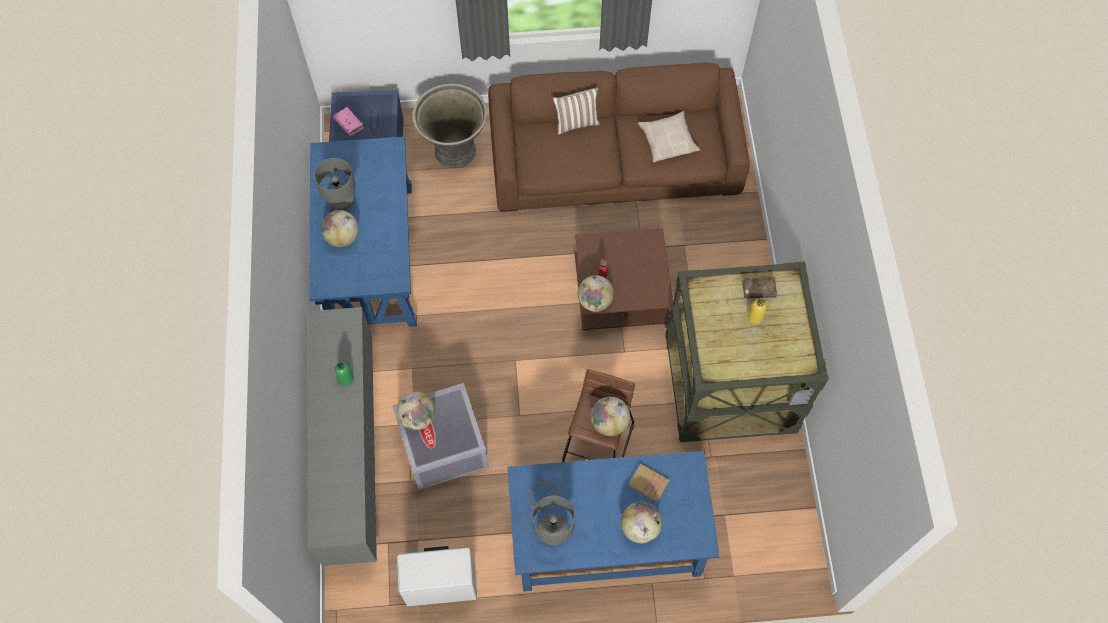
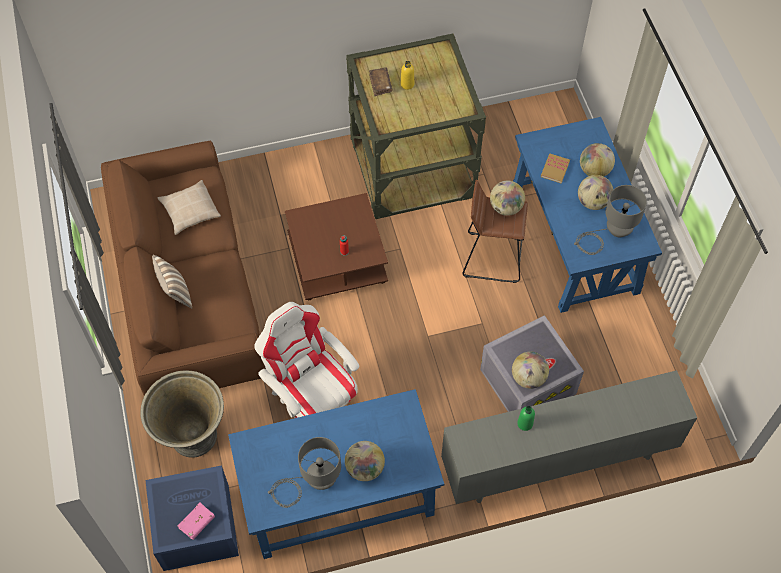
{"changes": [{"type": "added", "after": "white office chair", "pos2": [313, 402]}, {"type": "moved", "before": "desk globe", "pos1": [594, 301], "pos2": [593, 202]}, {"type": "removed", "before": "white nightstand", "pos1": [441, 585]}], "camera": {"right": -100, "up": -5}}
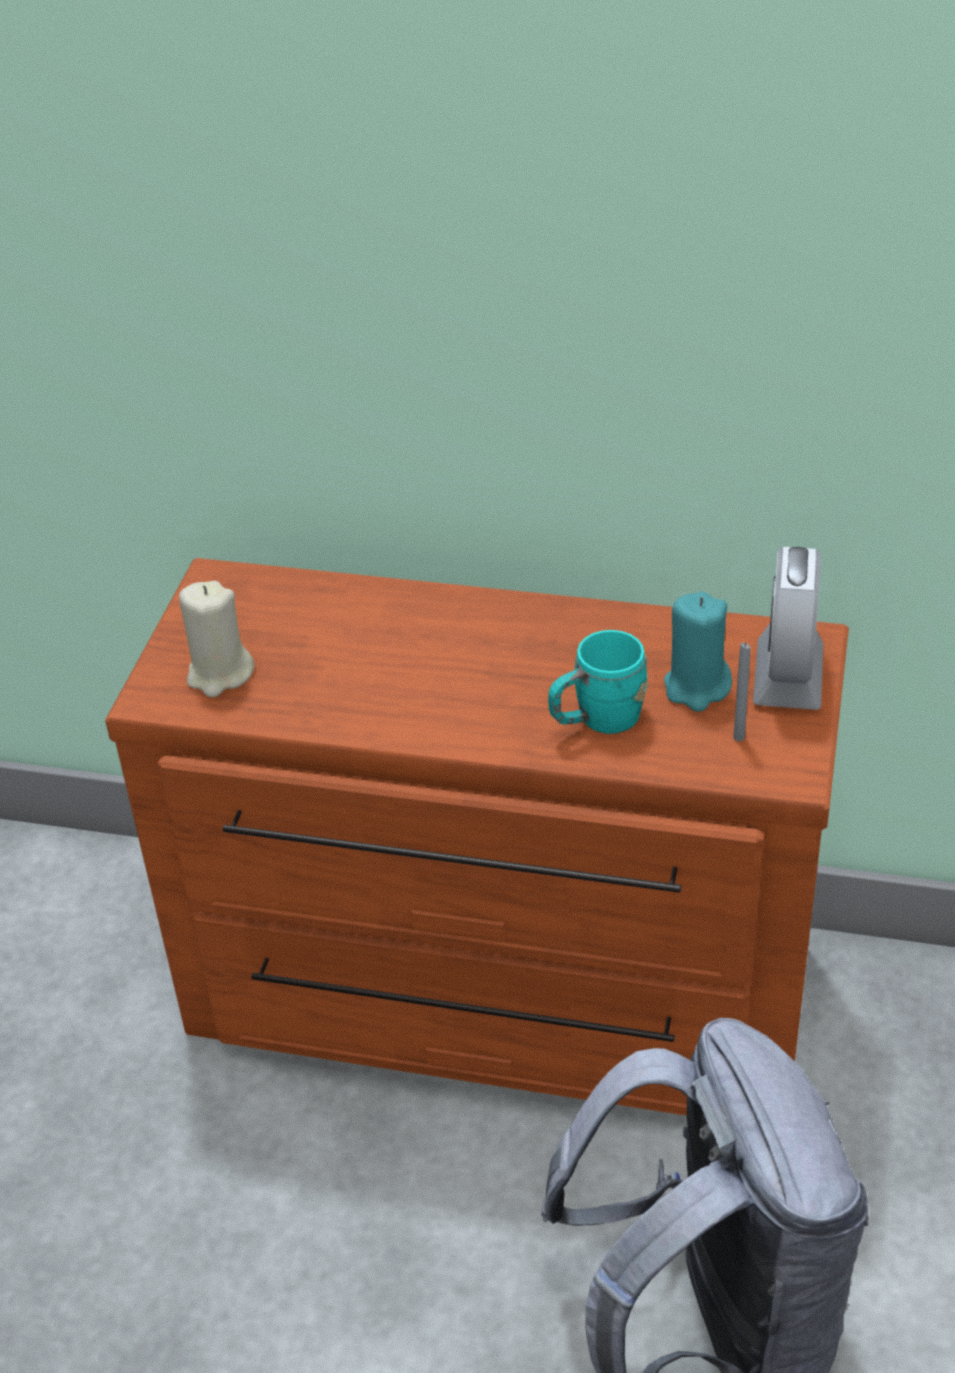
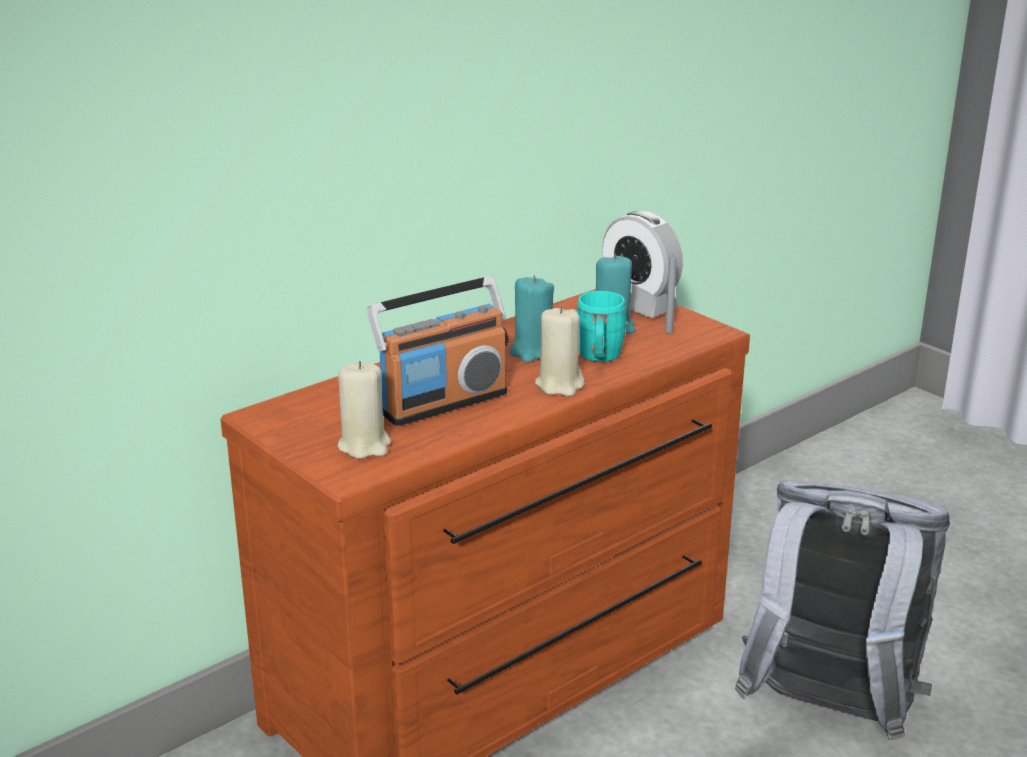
{"changes": [{"type": "added", "after": "radio receiver", "pos2": [443, 403]}, {"type": "added", "after": "turquoise-coloured wax light", "pos2": [533, 351]}, {"type": "added", "after": "beige-coloured wax light", "pos2": [560, 385]}], "camera": {"right": -55, "up": -15}}
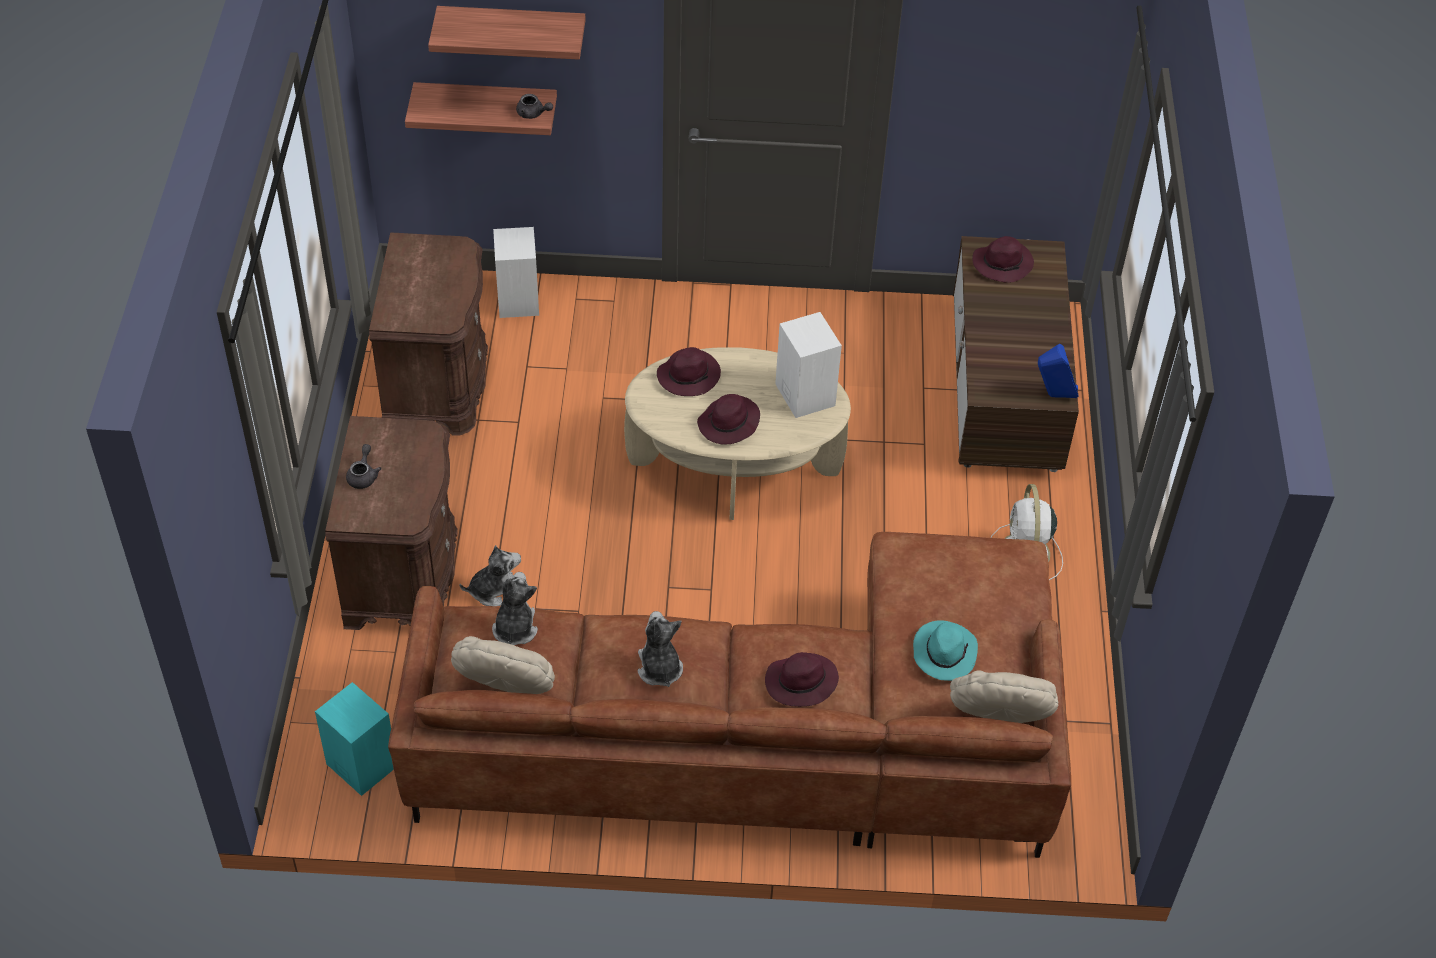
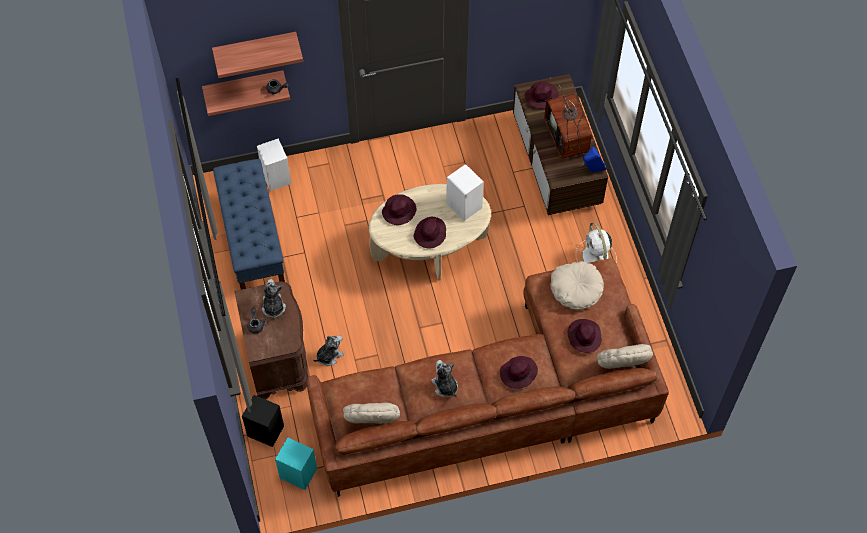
{"changes": [{"type": "replaced", "before": "brown-coloured nightstand", "after": "bluish long seat", "pos1": [440, 384], "pos2": [253, 241]}, {"type": "added", "after": "blackish loudspeaker", "pos2": [266, 431]}, {"type": "moved", "before": "plush toy", "pos1": [514, 628], "pos2": [273, 307]}, {"type": "added", "after": "TV", "pos2": [568, 139]}, {"type": "added", "after": "beige-coloured throw pillow", "pos2": [576, 290]}, {"type": "recoloured", "before": "turquoise-coloured clothing hat", "after": "purple-coloured clothing hat", "pos1": [944, 652], "pos2": [584, 336]}], "camera": {"right": -15, "up": 10}}
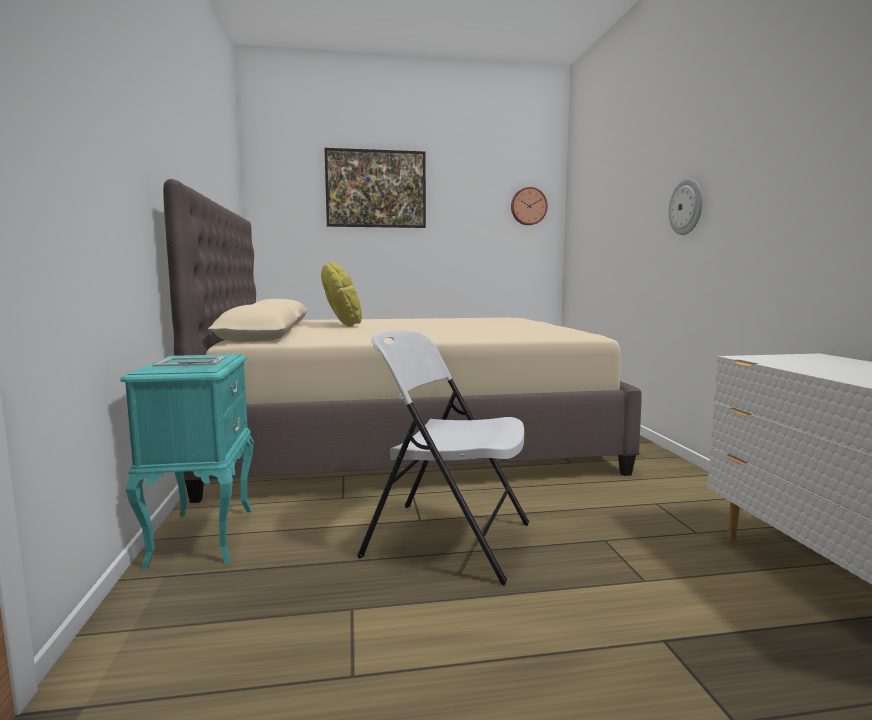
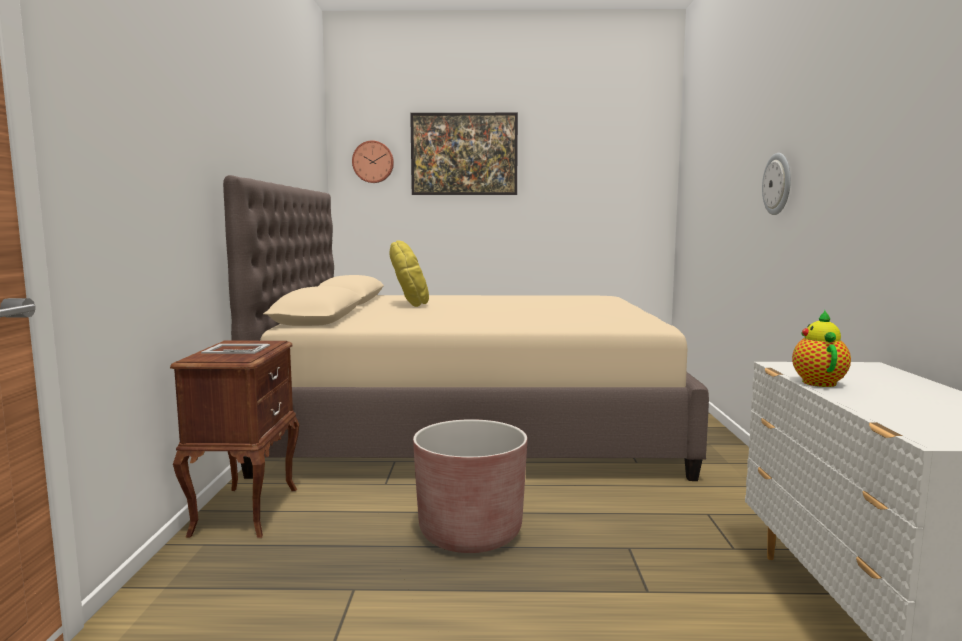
{"changes": [{"type": "recoloured", "before": "turquoise-coloured nightstand", "after": "brown-coloured nightstand", "pos1": [202, 536], "pos2": [245, 511]}, {"type": "moved", "before": "wall clock", "pos1": [528, 206], "pos2": [373, 162]}, {"type": "replaced", "before": "white chair", "after": "brown-coloured flower pot", "pos1": [448, 539], "pos2": [470, 533]}, {"type": "added", "after": "pot for tea", "pos2": [817, 382]}], "camera": {"right": 10, "up": 0}}
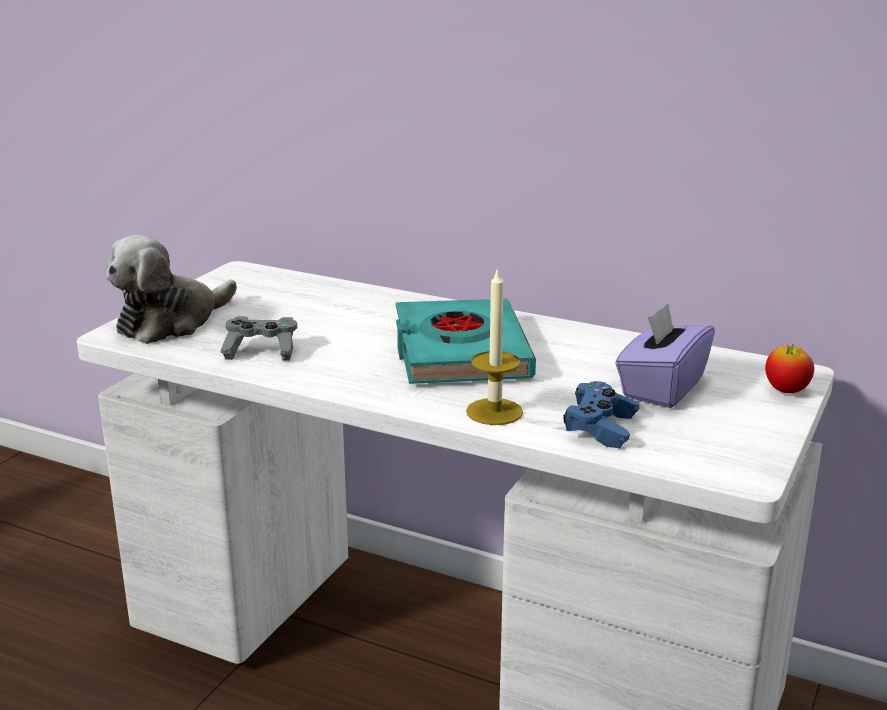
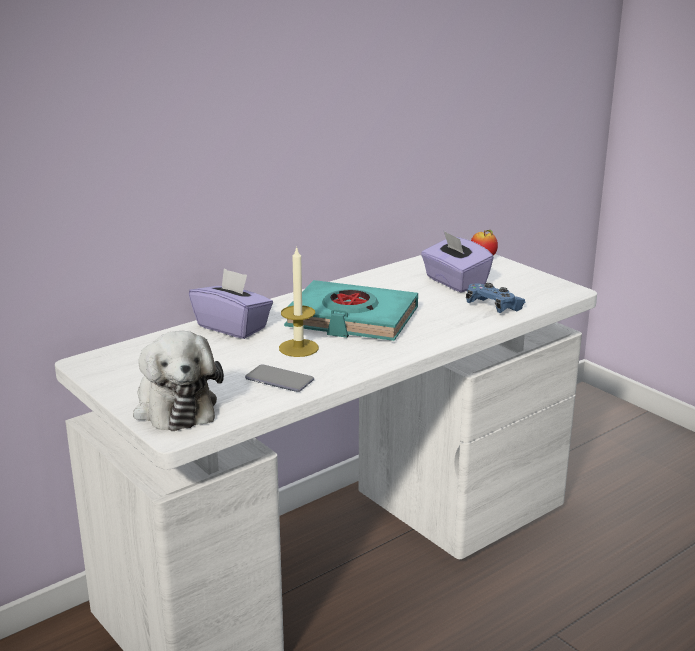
{"changes": [{"type": "added", "after": "purple-coloured tissue box", "pos2": [233, 327]}, {"type": "replaced", "before": "gray game controller", "after": "handset", "pos1": [261, 351], "pos2": [279, 380]}, {"type": "moved", "before": "wax light", "pos1": [494, 412], "pos2": [298, 348]}], "camera": {"right": -65, "up": 0}}
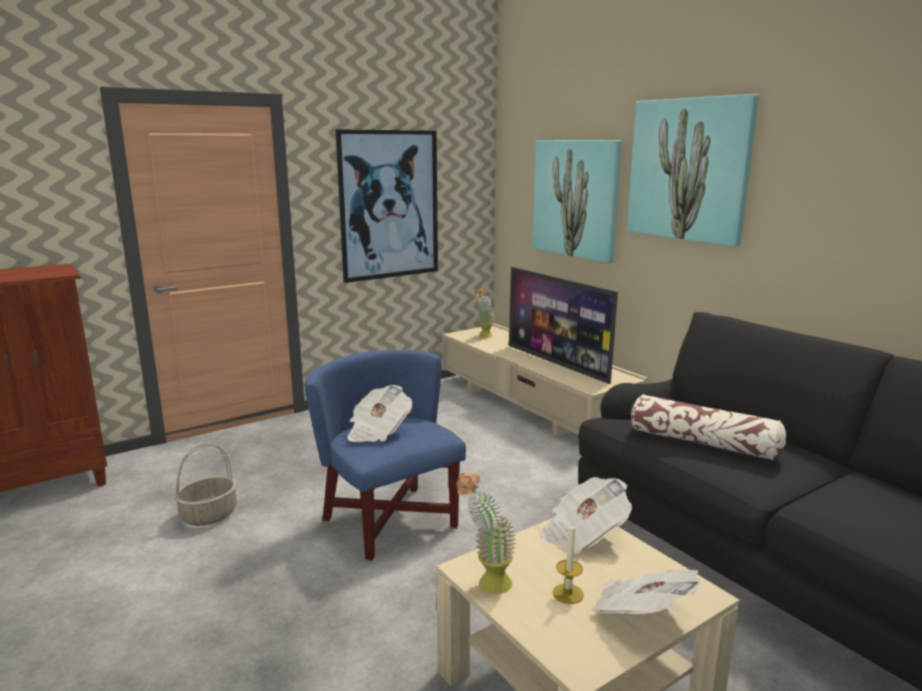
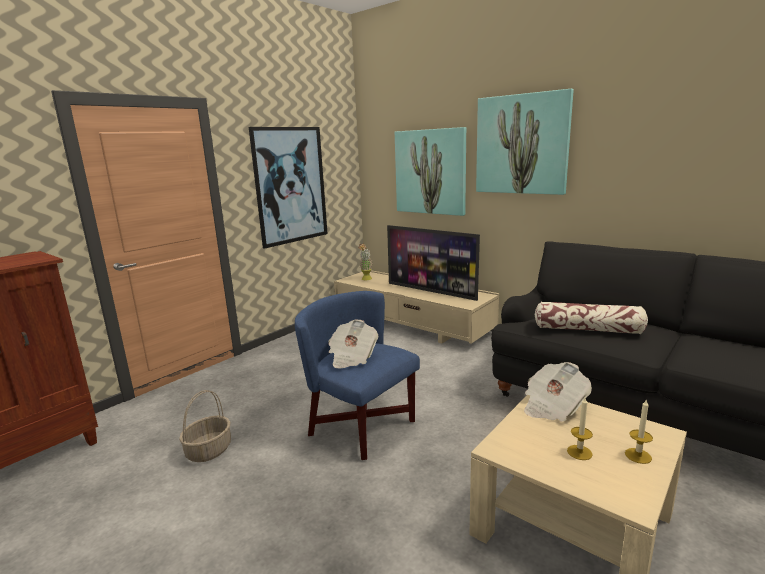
{"changes": [{"type": "replaced", "before": "daily paper", "after": "wax light", "pos1": [641, 613], "pos2": [638, 455]}, {"type": "removed", "before": "plant in a pot", "pos1": [486, 583]}], "camera": {"right": -15, "up": 0}}
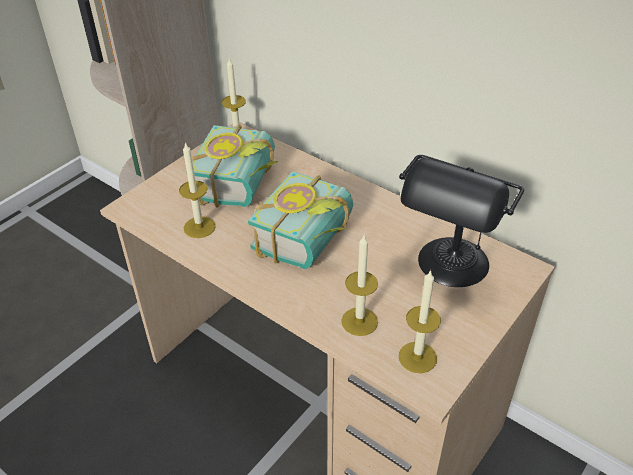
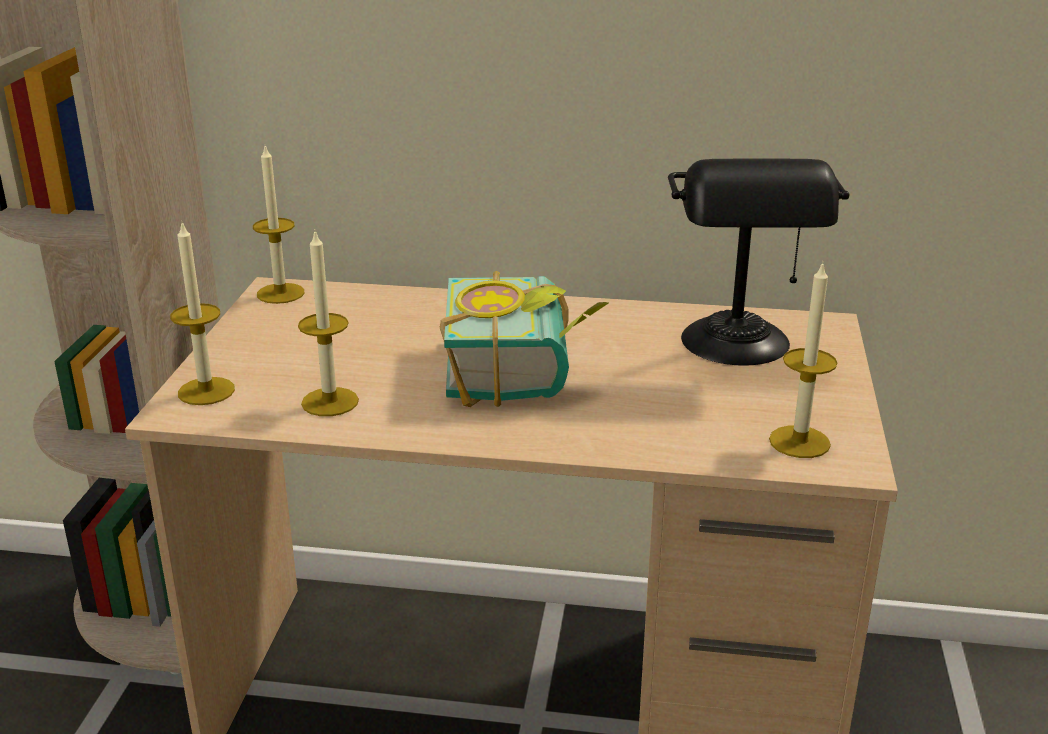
{"changes": [{"type": "moved", "before": "wax light", "pos1": [359, 321], "pos2": [206, 391]}, {"type": "removed", "before": "bound book", "pos1": [244, 184]}], "camera": {"right": -30, "up": -15}}
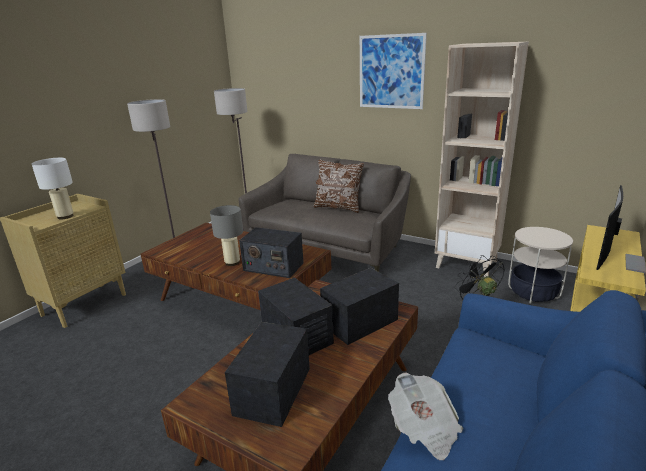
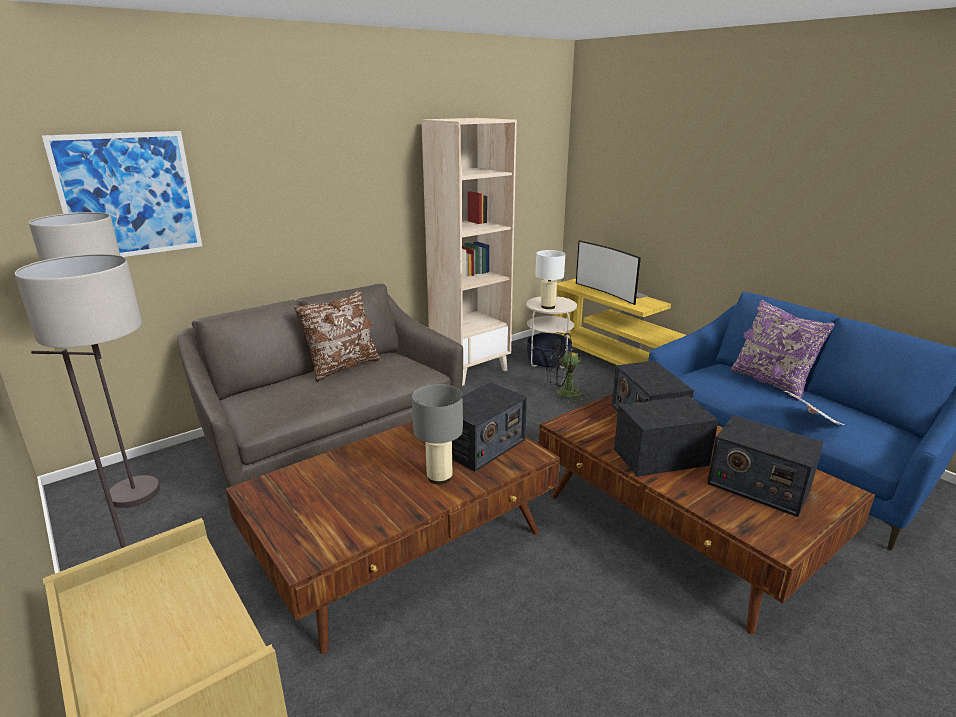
{"changes": [{"type": "moved", "before": "picture", "pos1": [391, 72], "pos2": [129, 195]}, {"type": "moved", "before": "white table lamp", "pos1": [65, 217], "pos2": [548, 307]}, {"type": "added", "after": "purple-coloured throw pillow", "pos2": [770, 383]}], "camera": {"right": -70, "up": 0}}
